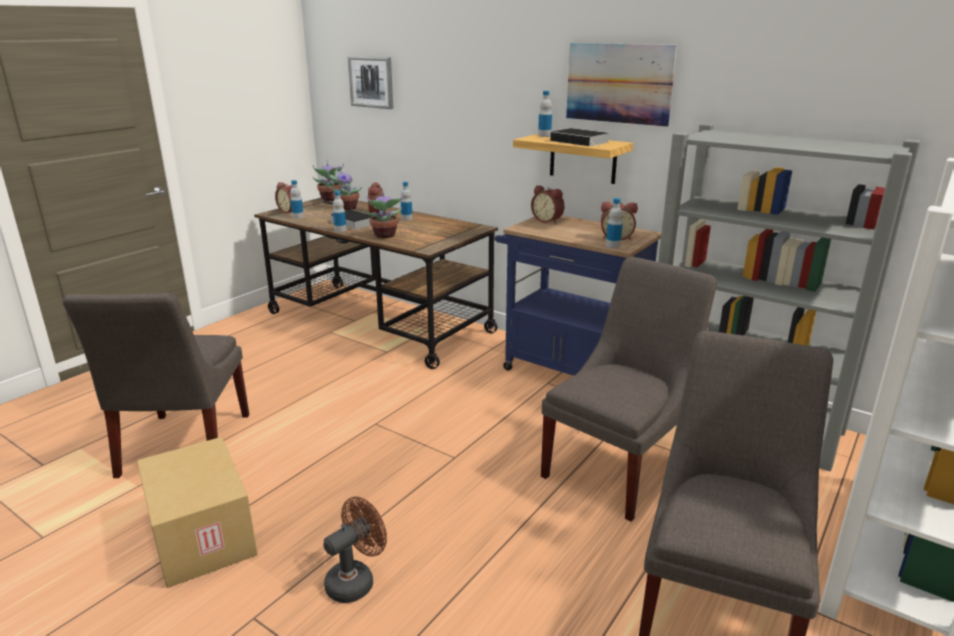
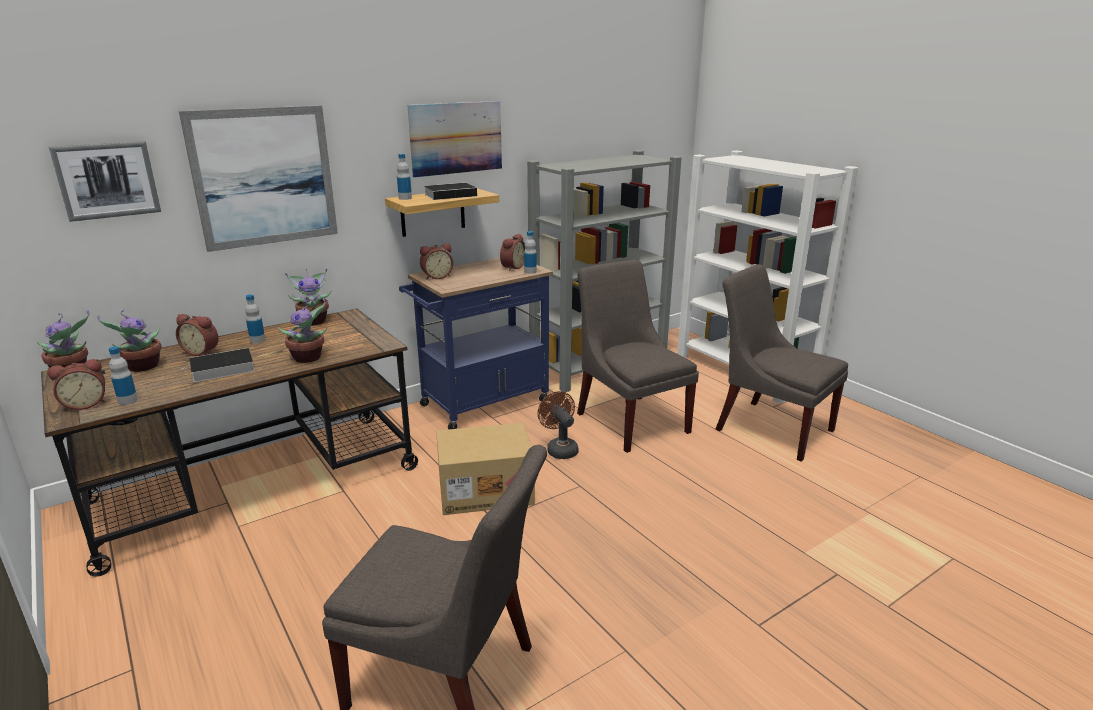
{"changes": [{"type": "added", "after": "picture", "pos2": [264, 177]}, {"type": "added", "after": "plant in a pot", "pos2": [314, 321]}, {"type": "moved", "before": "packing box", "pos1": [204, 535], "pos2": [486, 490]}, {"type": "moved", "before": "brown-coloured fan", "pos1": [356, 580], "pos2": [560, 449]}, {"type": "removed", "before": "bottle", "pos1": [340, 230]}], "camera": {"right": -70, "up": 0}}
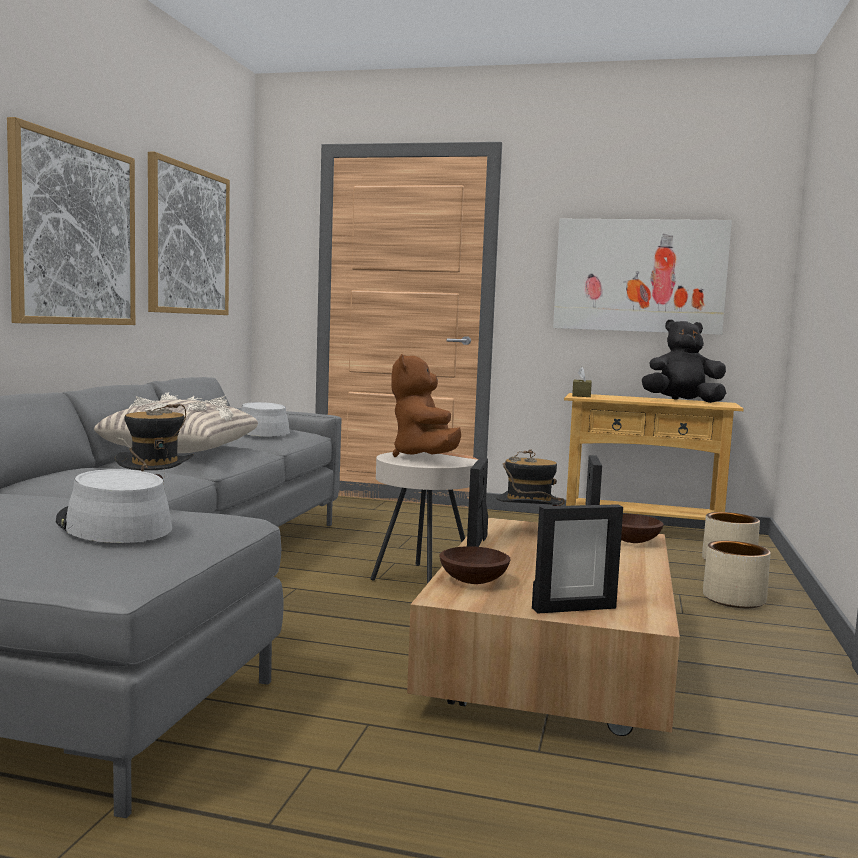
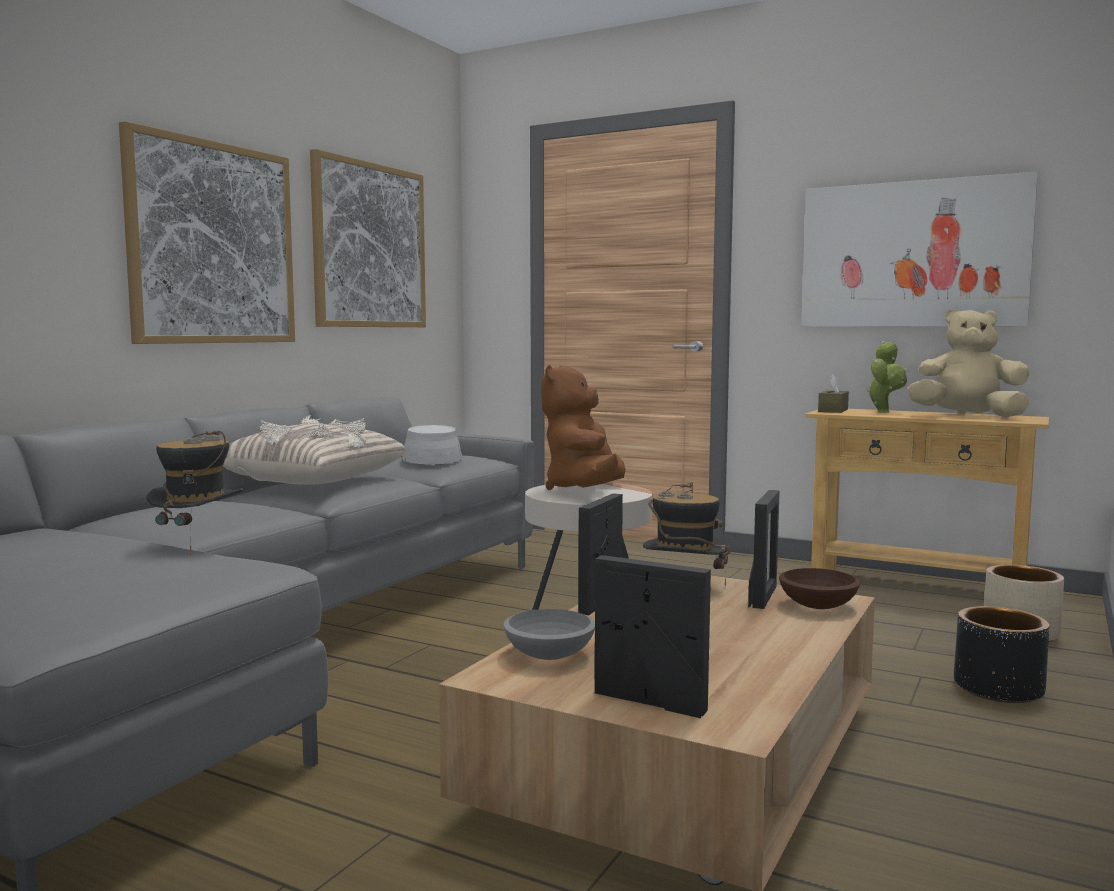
{"changes": [{"type": "recoloured", "before": "brown-coloured serving bowl", "after": "gray serving bowl", "pos1": [475, 581], "pos2": [551, 655]}, {"type": "turned", "before": "picture frame", "pos1": [574, 608], "pos2": [648, 702], "turn": -150}, {"type": "added", "after": "plant in a pot", "pos2": [883, 412]}, {"type": "recoloured", "before": "blackish plush toy", "after": "beige-coloured plush toy", "pos1": [682, 401], "pos2": [967, 416]}, {"type": "recoloured", "before": "beige-coloured flower pot", "after": "blackish flower pot", "pos1": [734, 600], "pos2": [998, 689]}, {"type": "removed", "before": "gray clothing hat", "pos1": [112, 525]}], "camera": {"right": 15, "up": 0}}
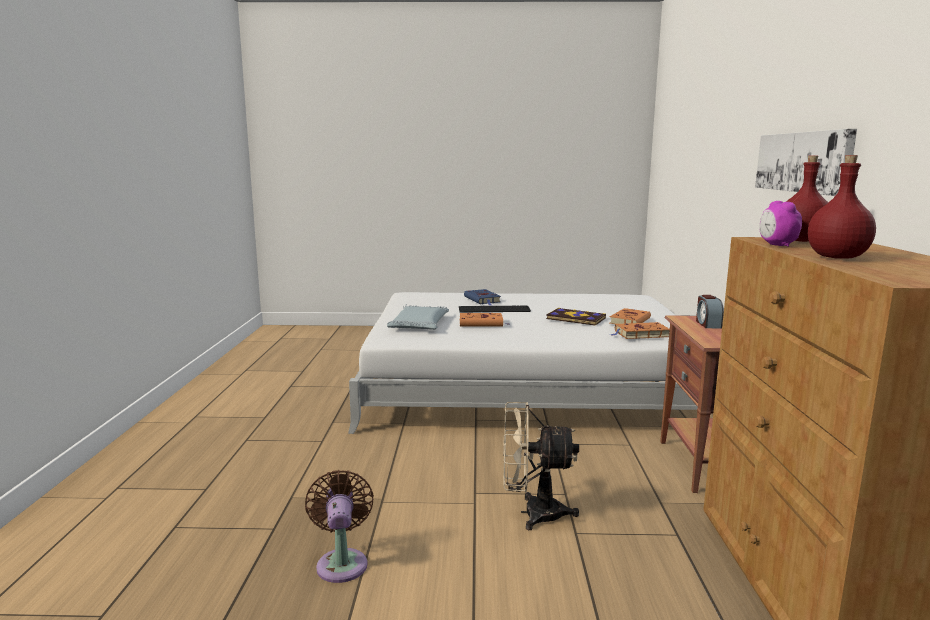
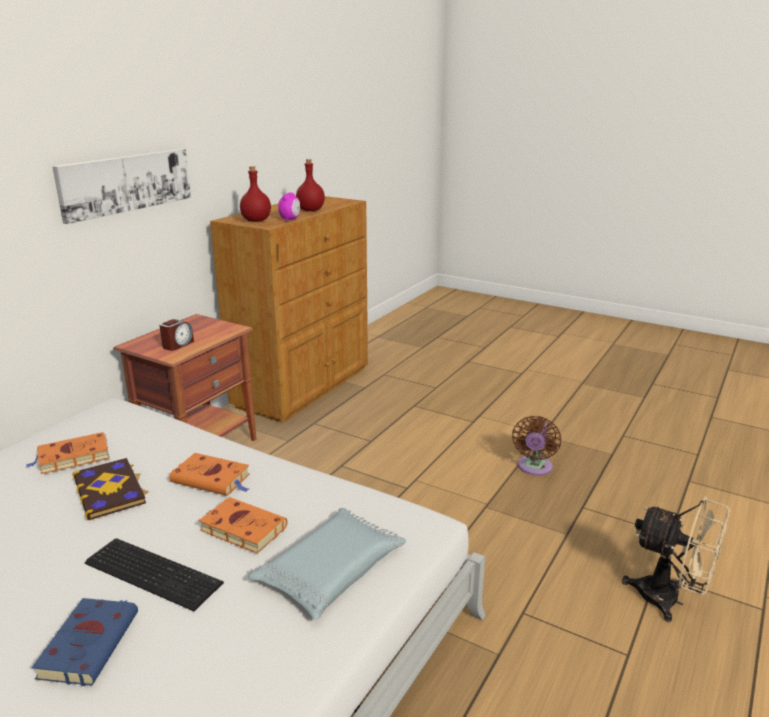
{"changes": [{"type": "moved", "before": "orangey bound book", "pos1": [640, 334], "pos2": [213, 479]}, {"type": "moved", "before": "beige-coloured fan", "pos1": [532, 513], "pos2": [670, 600]}], "camera": {"right": -150, "up": 10}}
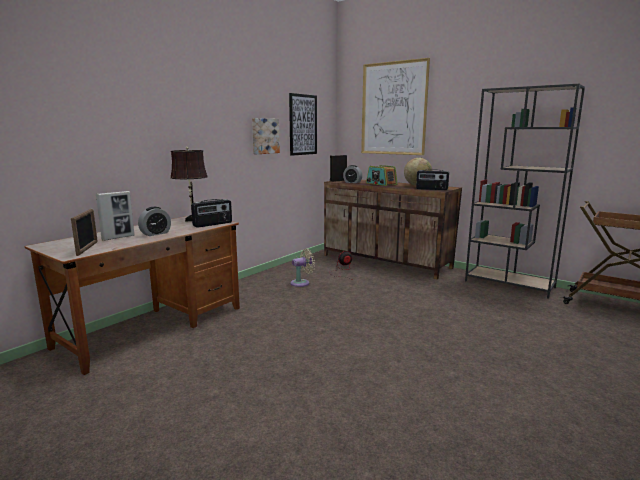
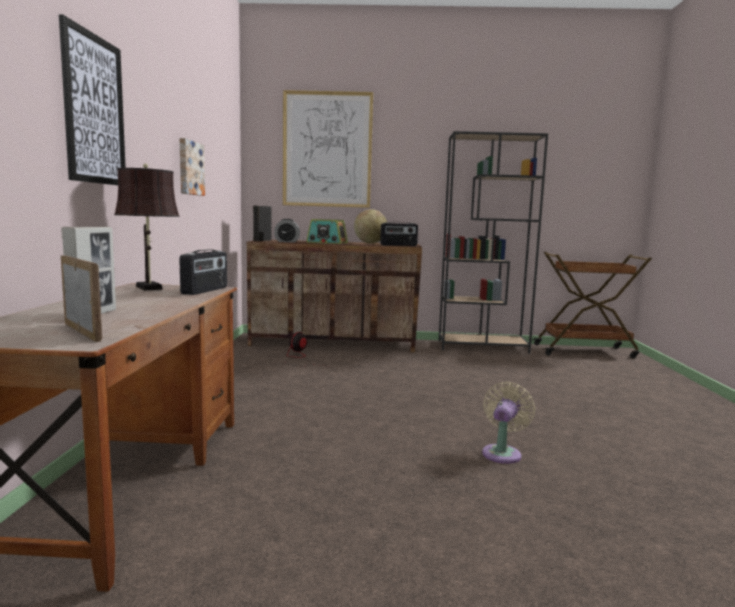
{"changes": [{"type": "moved", "before": "picture", "pos1": [303, 125], "pos2": [94, 110]}, {"type": "moved", "before": "beige-coloured fan", "pos1": [302, 283], "pos2": [502, 453]}, {"type": "removed", "before": "bedside clock", "pos1": [155, 233]}], "camera": {"right": -35, "up": -5}}
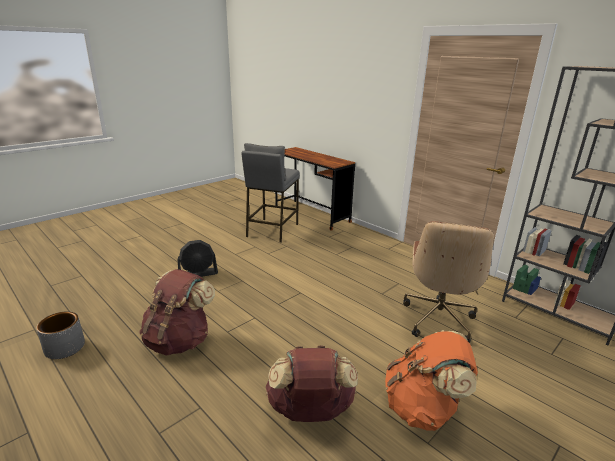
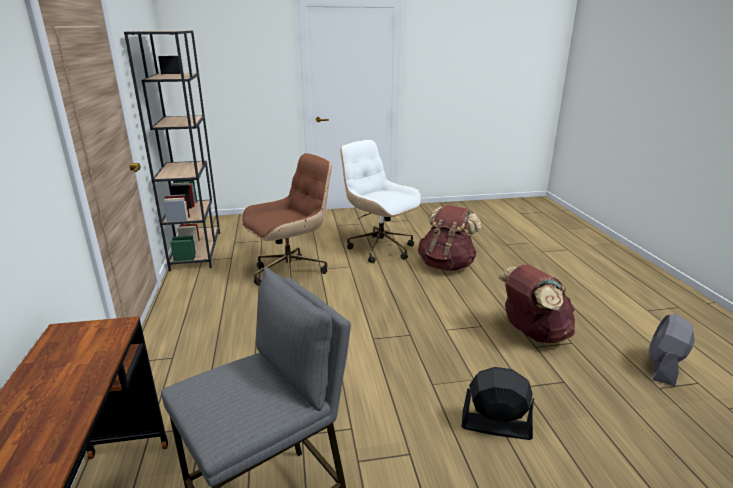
{"changes": [{"type": "replaced", "before": "orangey backpack", "after": "white office chair", "pos1": [423, 408], "pos2": [379, 248]}, {"type": "replaced", "before": "gray flower pot", "after": "gray fan", "pos1": [65, 348], "pos2": [663, 367]}], "camera": {"right": -145, "up": 0}}
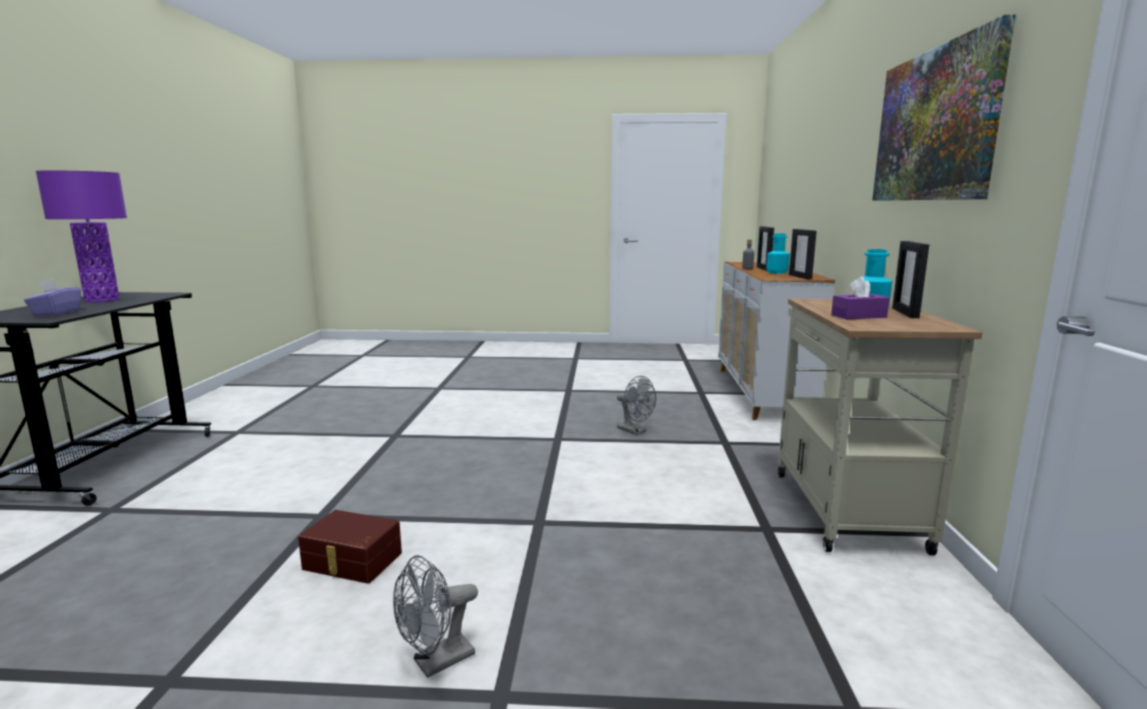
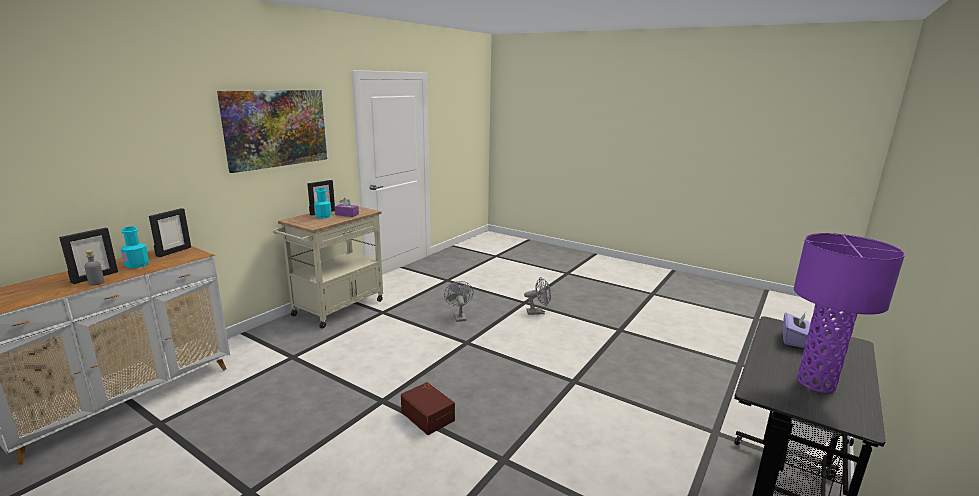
{"changes": [{"type": "moved", "before": "brown-coloured storage box", "pos1": [351, 562], "pos2": [428, 415]}, {"type": "moved", "before": "gray fan", "pos1": [635, 431], "pos2": [459, 316]}], "camera": {"right": -150, "up": 5}}
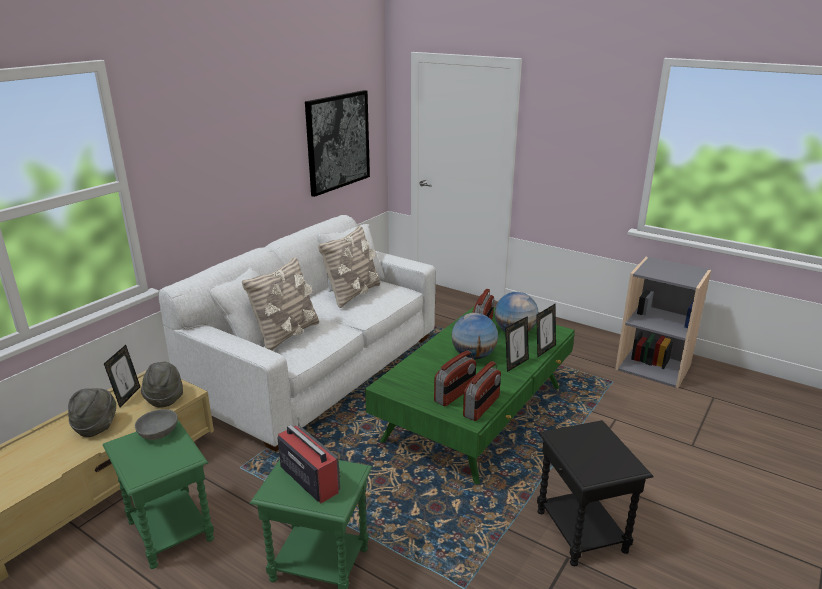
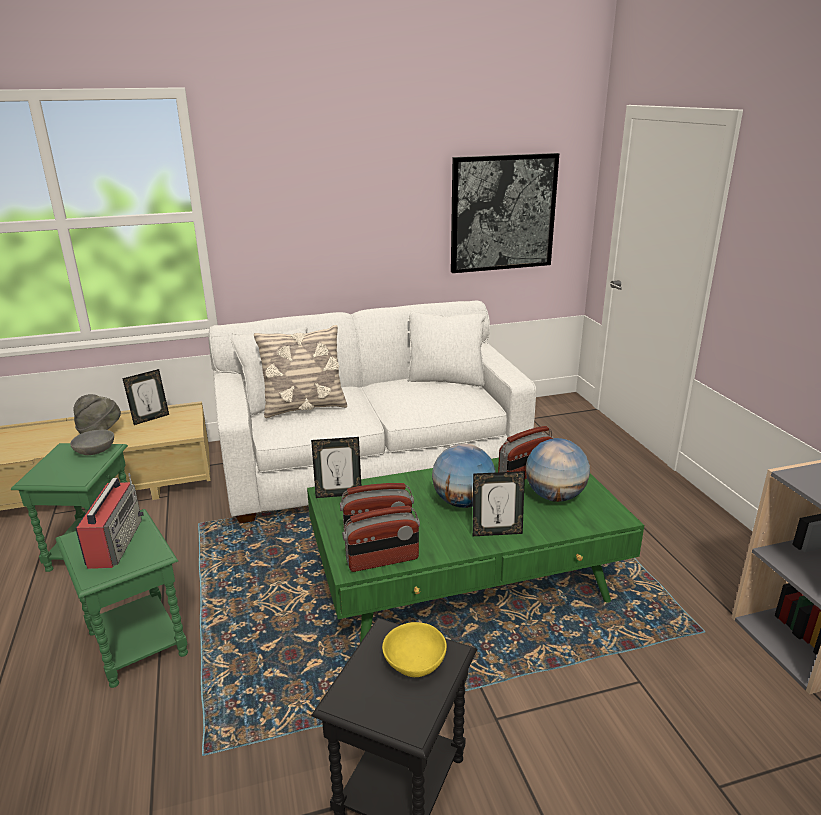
{"changes": [{"type": "moved", "before": "picture frame", "pos1": [544, 350], "pos2": [338, 494]}, {"type": "added", "after": "yellow-coloured serving bowl", "pos2": [414, 662]}, {"type": "removed", "before": "gray clothing hat", "pos1": [165, 398]}, {"type": "removed", "before": "beige-coloured throw pillow", "pos1": [353, 294]}], "camera": {"right": 40, "up": 0}}
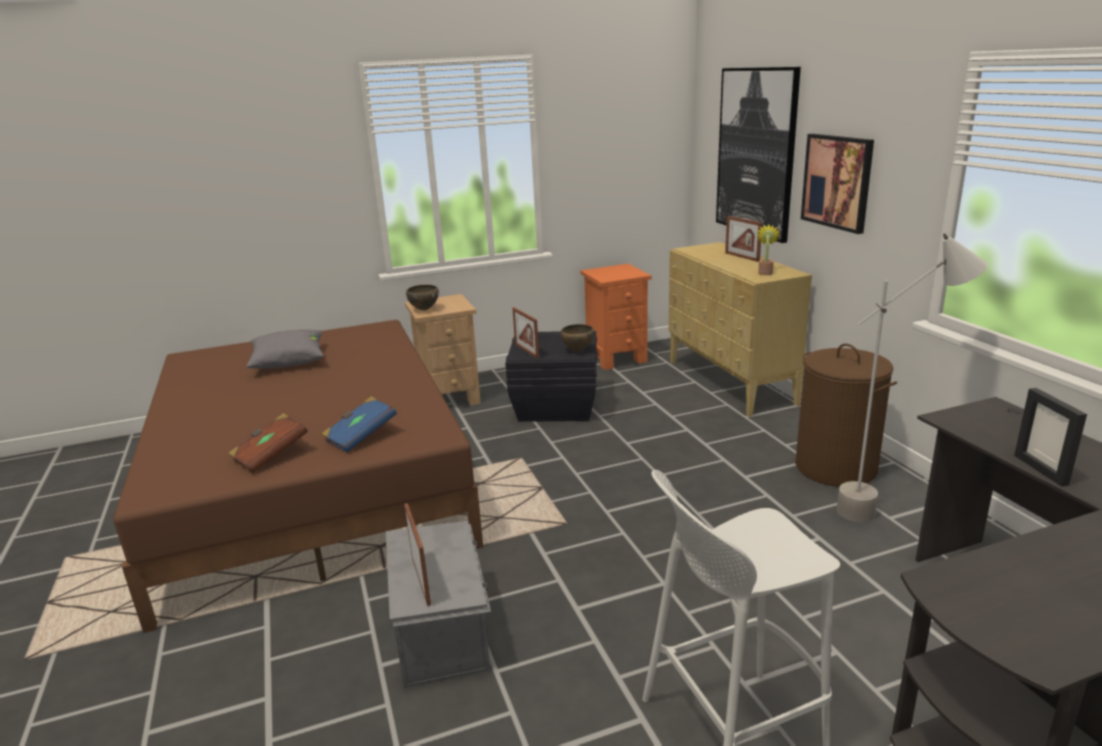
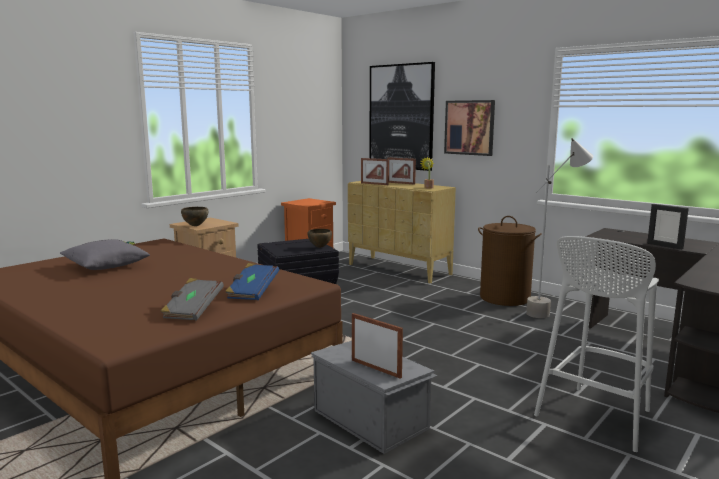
{"changes": [{"type": "recoloured", "before": "brown-coloured bound book", "after": "gray bound book", "pos1": [270, 455], "pos2": [192, 311]}, {"type": "moved", "before": "picture frame", "pos1": [526, 351], "pos2": [374, 184]}], "camera": {"right": -30, "up": -10}}
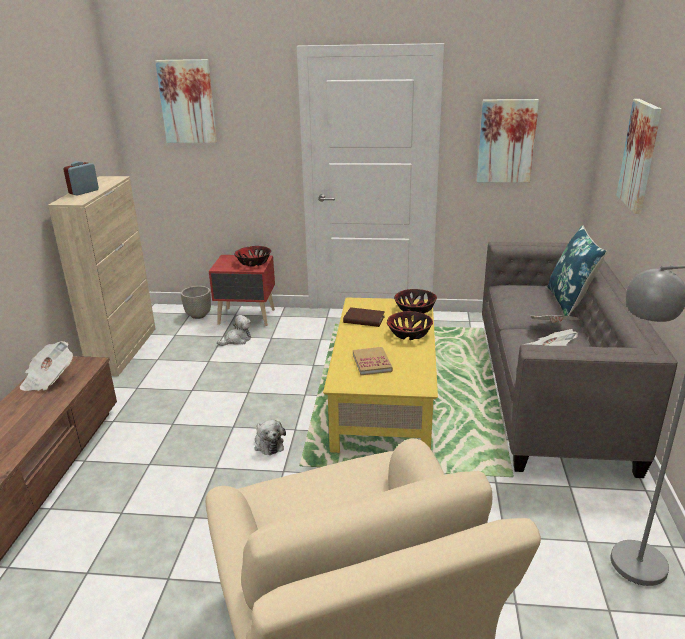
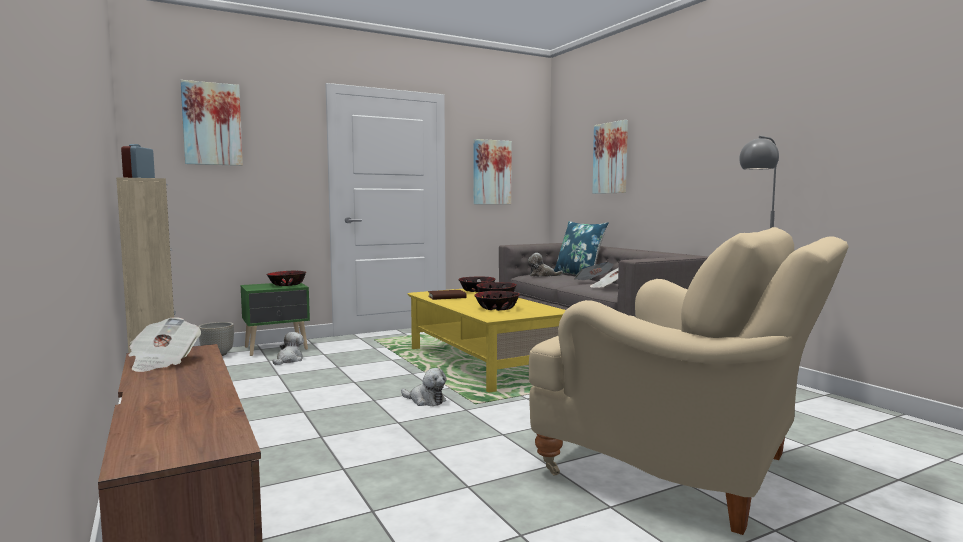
{"changes": [{"type": "recoloured", "before": "red nightstand", "after": "green nightstand", "pos1": [247, 317], "pos2": [277, 348]}, {"type": "replaced", "before": "bound book", "after": "serving bowl", "pos1": [372, 363], "pos2": [496, 308]}, {"type": "added", "after": "plush toy", "pos2": [542, 275]}], "camera": {"right": -35, "up": -20}}
